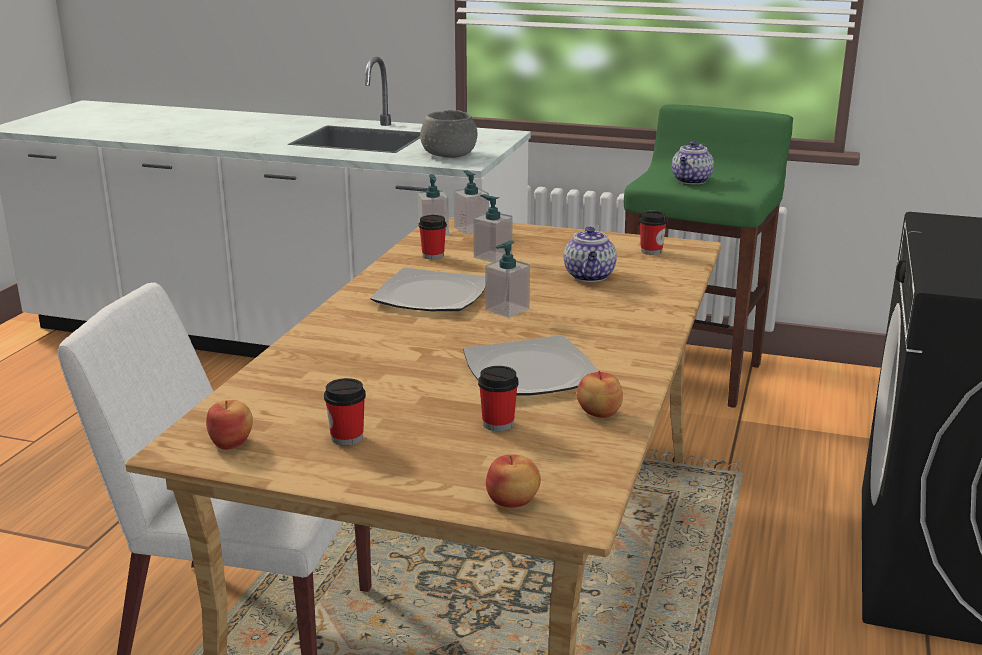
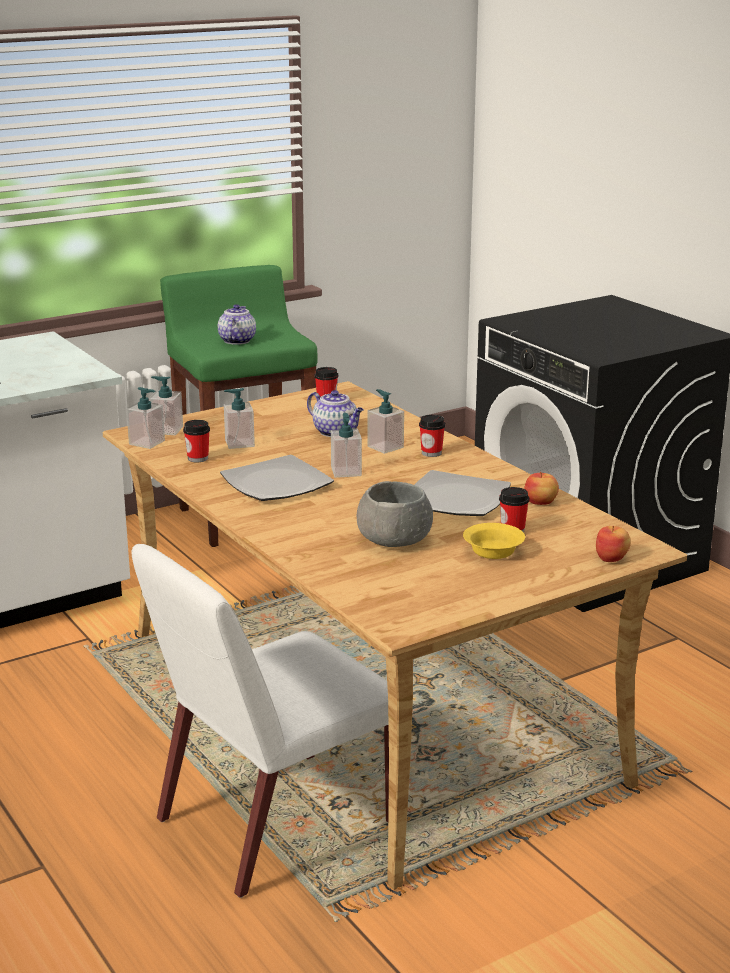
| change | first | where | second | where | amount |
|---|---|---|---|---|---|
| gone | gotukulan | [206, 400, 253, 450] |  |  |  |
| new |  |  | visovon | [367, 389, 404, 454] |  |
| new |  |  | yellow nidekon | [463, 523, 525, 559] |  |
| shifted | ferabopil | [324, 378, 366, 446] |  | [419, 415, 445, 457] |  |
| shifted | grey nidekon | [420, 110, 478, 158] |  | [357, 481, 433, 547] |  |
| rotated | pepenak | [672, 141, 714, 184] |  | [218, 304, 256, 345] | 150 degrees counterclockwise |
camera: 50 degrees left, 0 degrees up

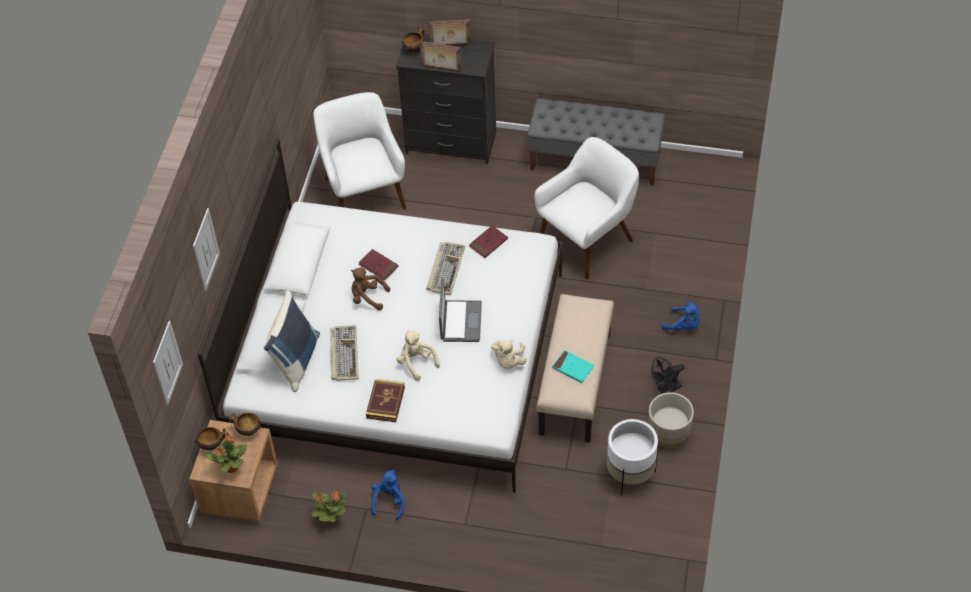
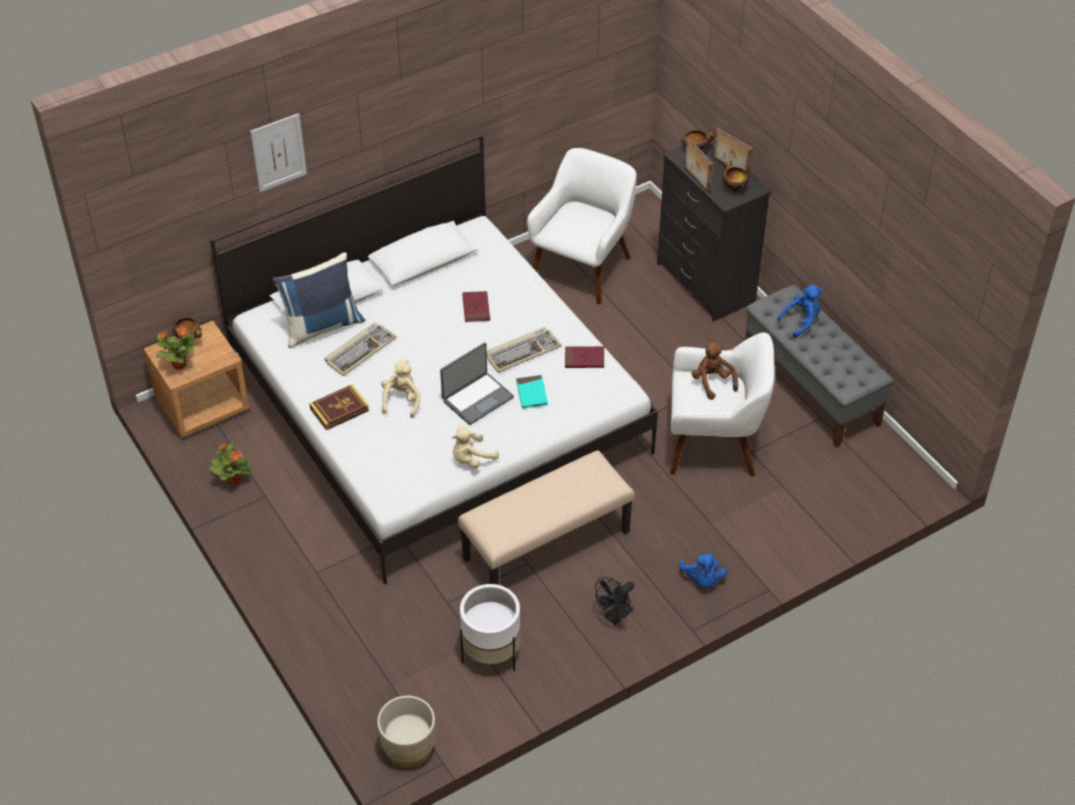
| change | first | where | second | where | amount |
|---|---|---|---|---|---|
| gone | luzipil | [153, 321, 183, 405] |  |  |  |
| shifted | nidekon | [229, 413, 262, 436] |  | [722, 161, 749, 192] |  |
| shifted | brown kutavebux | [351, 267, 390, 310] |  | [691, 342, 738, 400] |  |
| shifted | blue kutavebux | [371, 470, 405, 520] |  | [777, 285, 823, 338] |  |
| shifted | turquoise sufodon | [552, 350, 594, 383] |  | [516, 375, 548, 409] |  |
| shifted | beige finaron | [648, 392, 694, 448] |  | [377, 696, 435, 768] |  |
| rotated | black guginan | [651, 357, 685, 394] |  | [595, 577, 635, 624] | 60 degrees counterclockwise |
camera: 45 degrees right, 5 degrees down

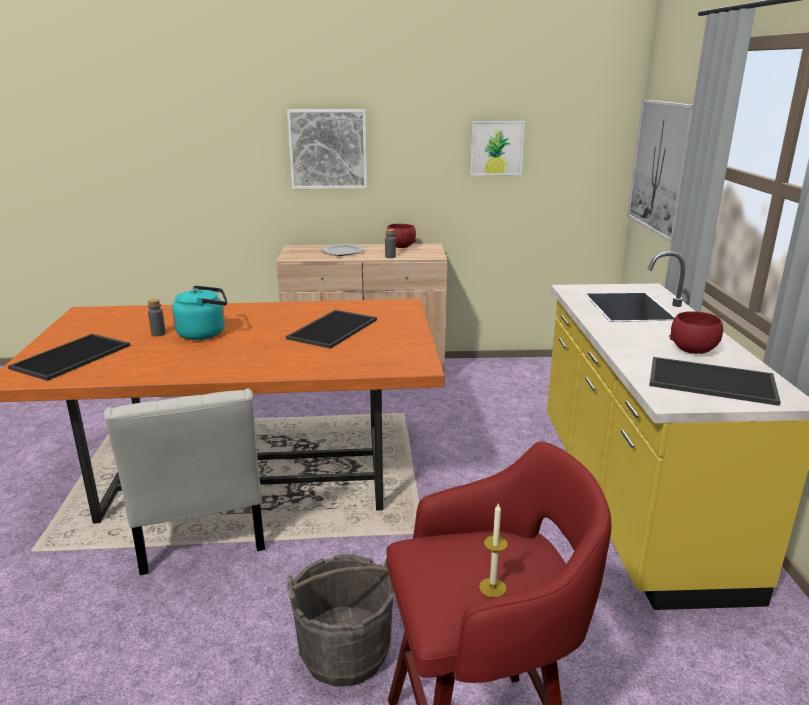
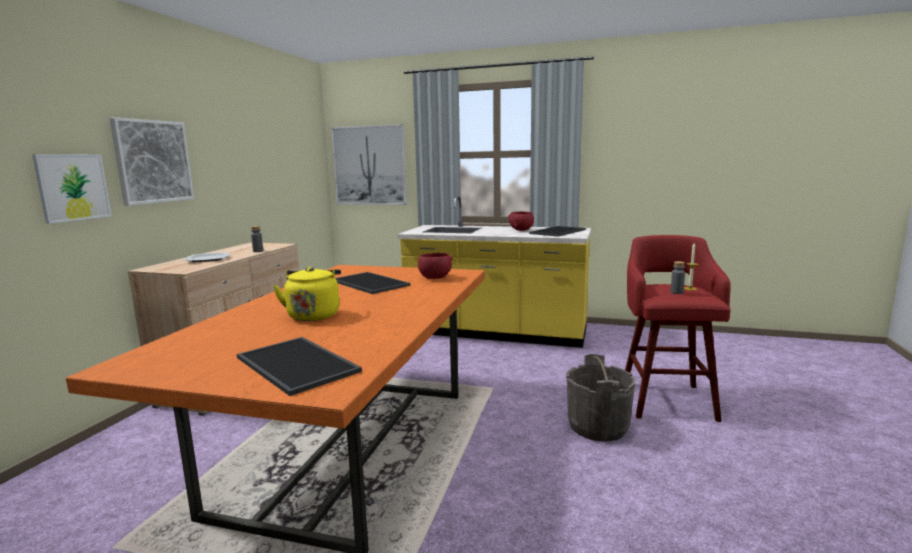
| change | first | where | second | where | amount |
|---|---|---|---|---|---|
| gone | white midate | [104, 388, 265, 575] |  |  |  |
| shifted | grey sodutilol | [148, 299, 166, 336] |  | [671, 261, 685, 294] |  |
| shifted | red nidekon | [386, 224, 416, 248] |  | [418, 253, 453, 279] |  |
| shifted | luzipil | [470, 121, 525, 175] |  | [32, 154, 112, 224] |  |
| repainted | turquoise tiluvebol | [172, 286, 227, 340] | yellow tiluvebol | [273, 267, 341, 321] |  |
camera: 70 degrees left, 10 degrees down

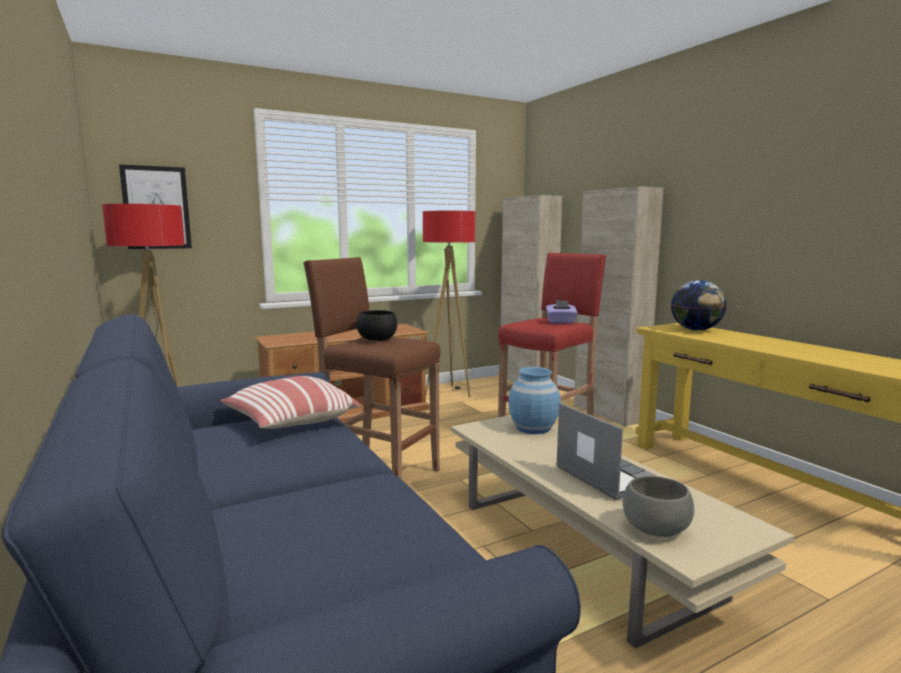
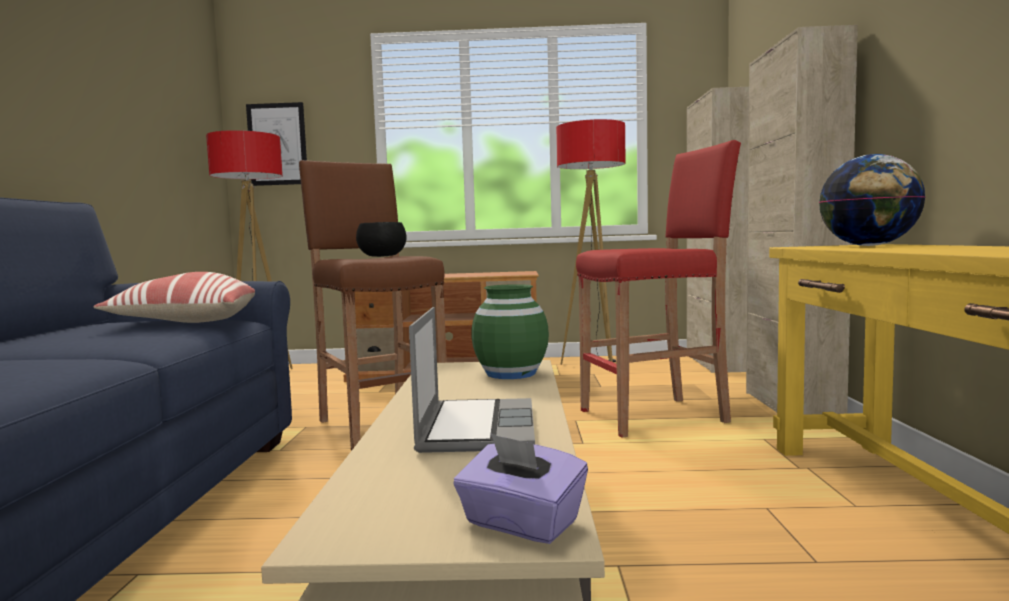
| change | first | where | second | where | amount |
|---|---|---|---|---|---|
| gone | grey nidekon | [623, 476, 694, 537] |  |  |  |
| shifted | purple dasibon | [546, 300, 578, 324] |  | [453, 434, 588, 544] |  |
| repainted | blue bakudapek | [508, 367, 561, 434] | green bakudapek | [471, 284, 549, 379] |  |
camera: 30 degrees right, 5 degrees down

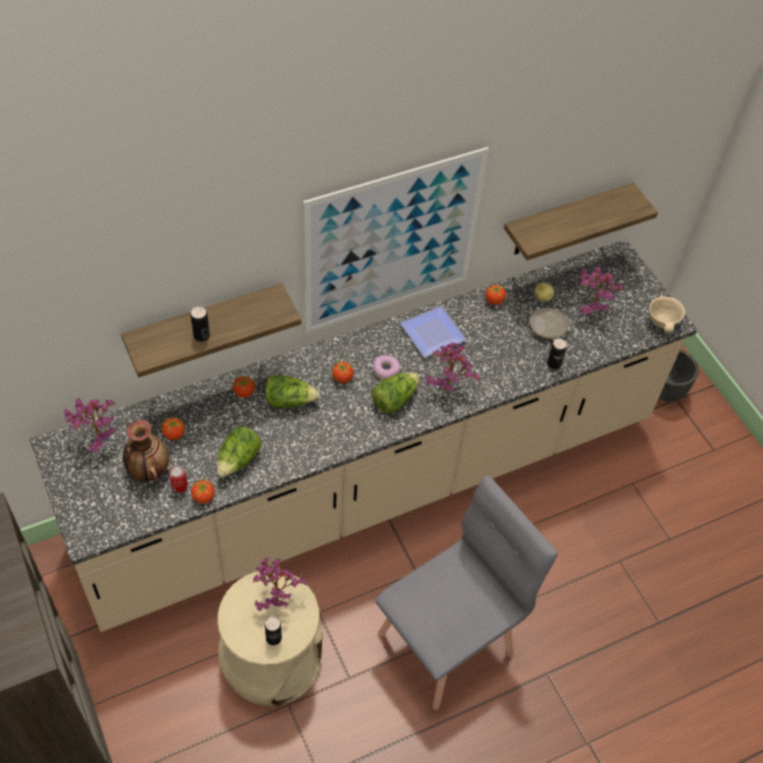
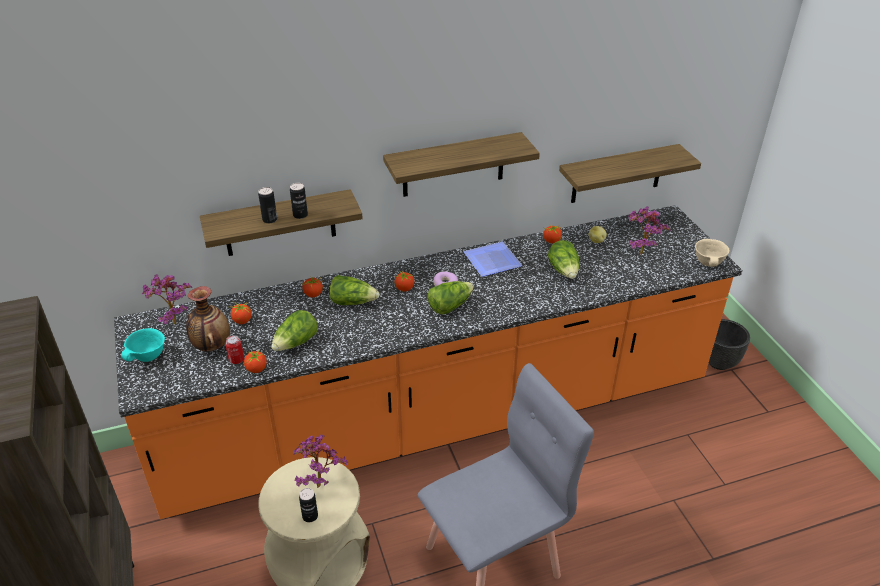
| change | first | where | second | where | amount |
|---|---|---|---|---|---|
| gone | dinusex | [425, 342, 480, 393] |  |  |  |
| gone | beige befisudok | [529, 308, 569, 339] |  |  |  |
| new |  |  | turquoise nidekon | [121, 328, 165, 362] |  |
| new |  |  | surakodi | [548, 240, 580, 279] |  |
| shifted | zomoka | [547, 338, 567, 369] |  | [290, 183, 308, 219] |  |
| swapped | luzipil | [303, 147, 489, 333] | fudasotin | [383, 132, 540, 197] |  |
| repainted | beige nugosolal | [30, 239, 697, 632] | orange nugosolal | [114, 205, 742, 519] |  |
camera: 10 degrees right, 15 degrees down

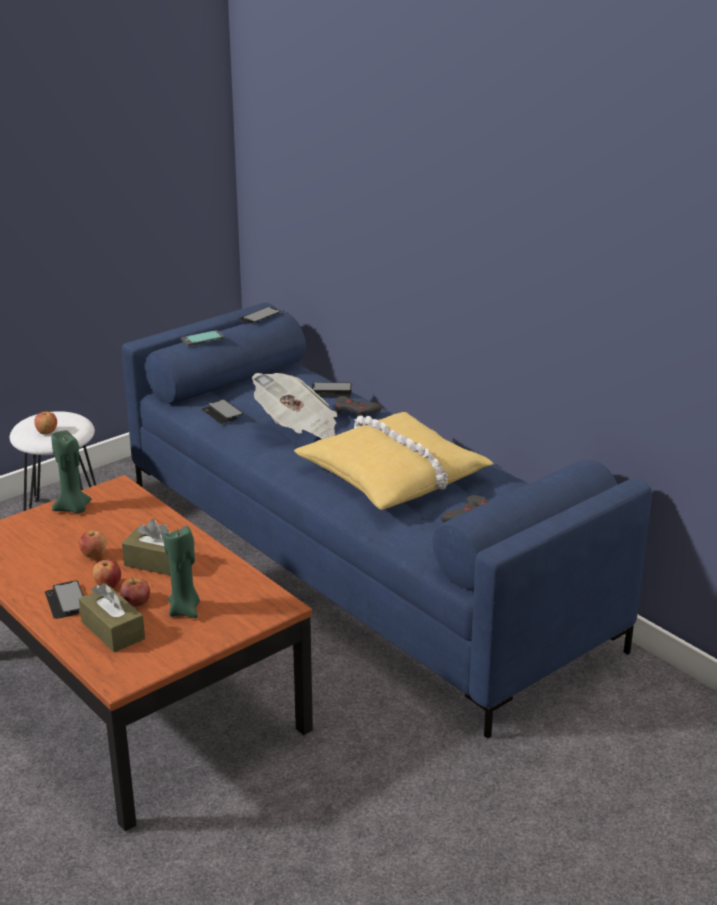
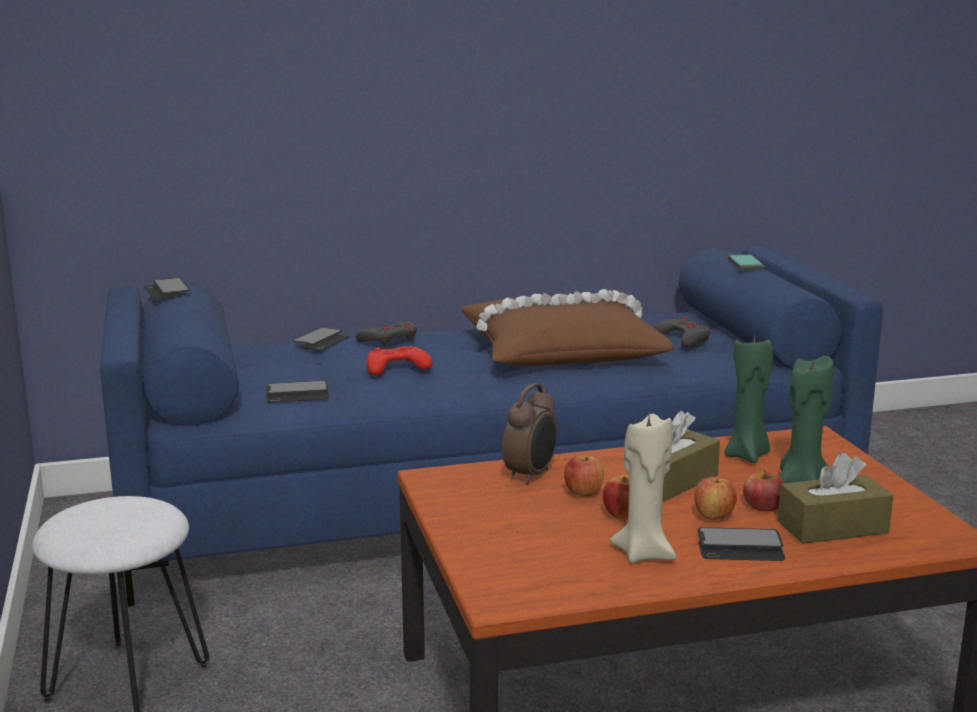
| change | first | where | second | where | amount |
|---|---|---|---|---|---|
| new |  |  | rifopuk | [502, 383, 557, 485] |  |
| new |  |  | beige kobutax | [610, 414, 677, 563] |  |
| shifted | gotukulan | [34, 411, 57, 435] |  | [564, 455, 604, 496] |  |
| shifted | green kobutax | [51, 430, 92, 513] |  | [724, 335, 773, 463] |  |
| shifted | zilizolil | [181, 330, 225, 346] |  | [728, 254, 765, 270] |  |
| swapped | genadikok | [252, 373, 337, 439] | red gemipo | [366, 346, 432, 375] |  |
| repainted | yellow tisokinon | [294, 412, 494, 510] | brown tisokinon | [461, 289, 674, 366] |  |
camera: 65 degrees left, 10 degrees down

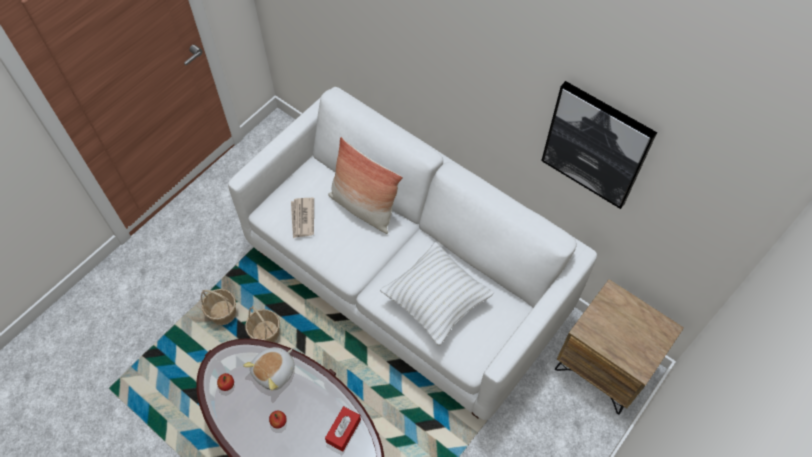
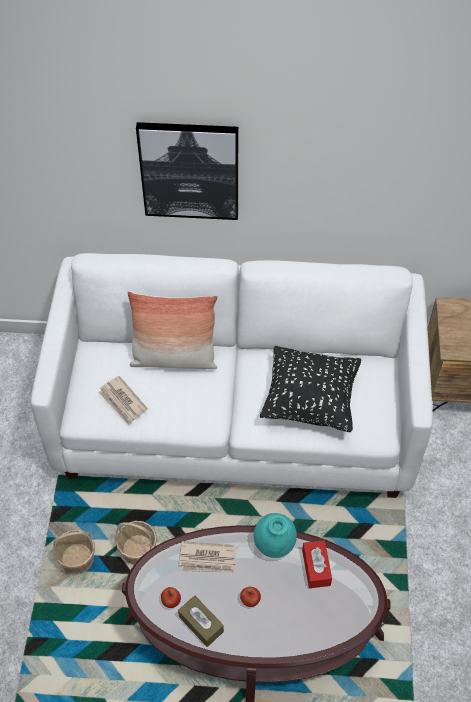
| change | first | where | second | where | amount |
|---|---|---|---|---|---|
| new |  |  | brown dasibon | [178, 595, 224, 647] |  |
| new |  |  | turquoise bakudapek | [254, 513, 297, 558] |  |
| shifted | luzipil | [541, 81, 657, 209] |  | [136, 122, 238, 220] |  |
| swapped | kutavebux | [243, 347, 295, 390] | genadikok | [179, 541, 236, 572] |  |
| repainted | white tisokinon | [380, 242, 494, 346] | black tisokinon | [260, 346, 361, 432] |  |
camera: 35 degrees left, 5 degrees down

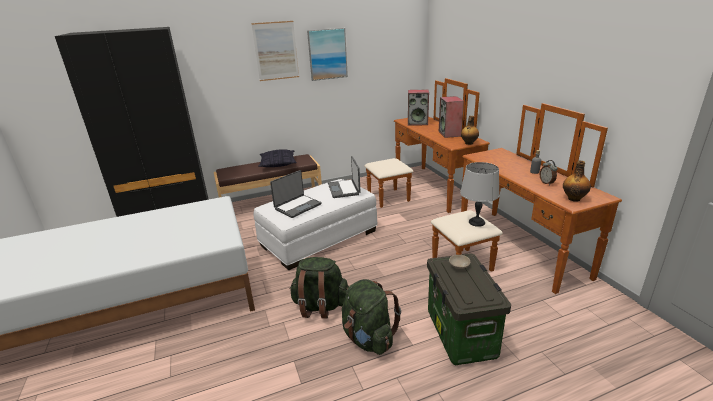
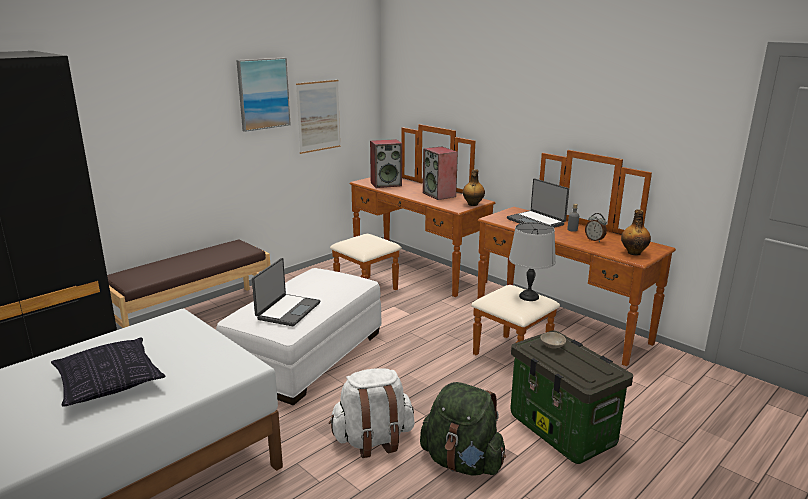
| change | first | where | second | where | amount |
|---|---|---|---|---|---|
| shifted | luzipil | [251, 21, 299, 81] |  | [296, 80, 341, 154] |  |
| shifted | tisokinon | [259, 149, 297, 167] |  | [51, 337, 165, 407] |  |
| shifted | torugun | [328, 156, 360, 198] |  | [507, 179, 569, 228] |  |
| repainted | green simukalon | [289, 257, 349, 319] | white simukalon | [329, 368, 415, 458] |  |
camera: 25 degrees left, 5 degrees down

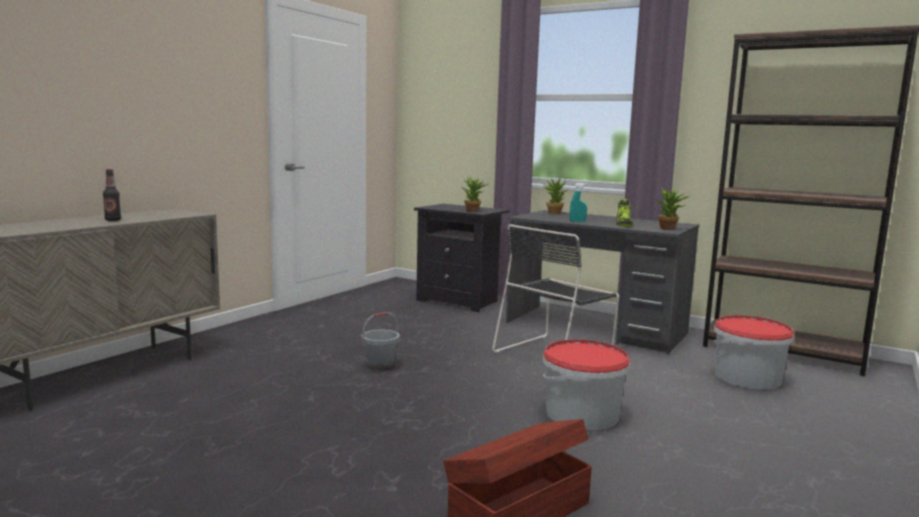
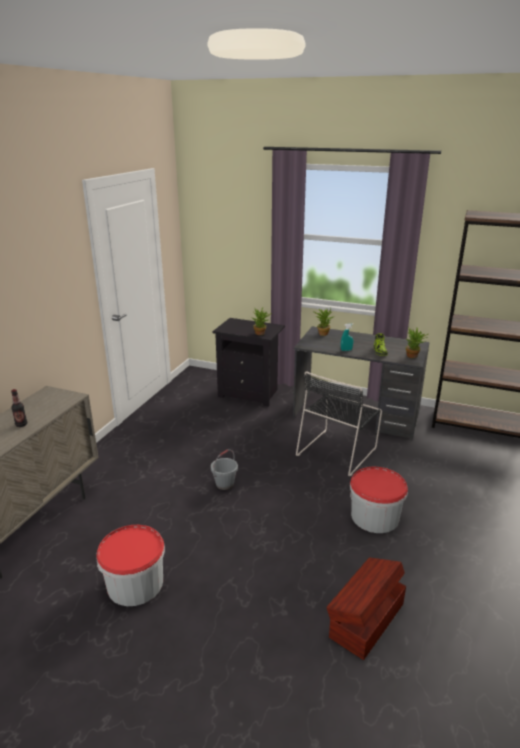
| change | first | where | second | where | amount |
|---|---|---|---|---|---|
| shifted | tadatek | [714, 315, 794, 390] |  | [96, 525, 165, 606] |  |
camera: 10 degrees left, 15 degrees up

